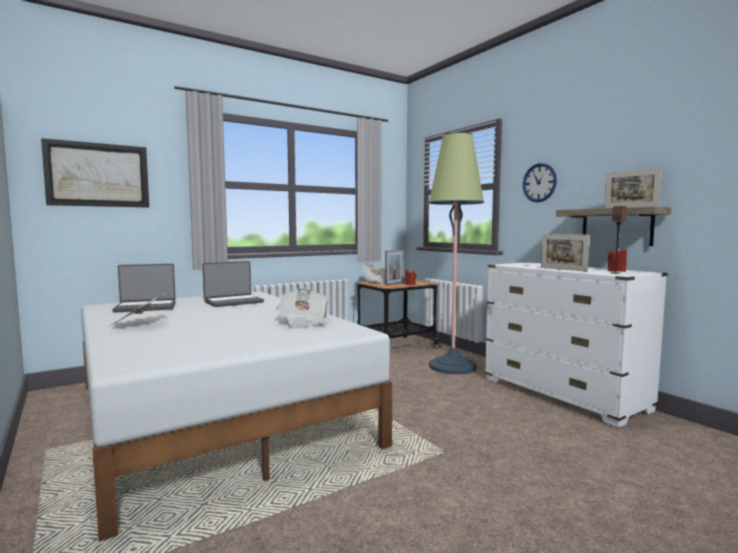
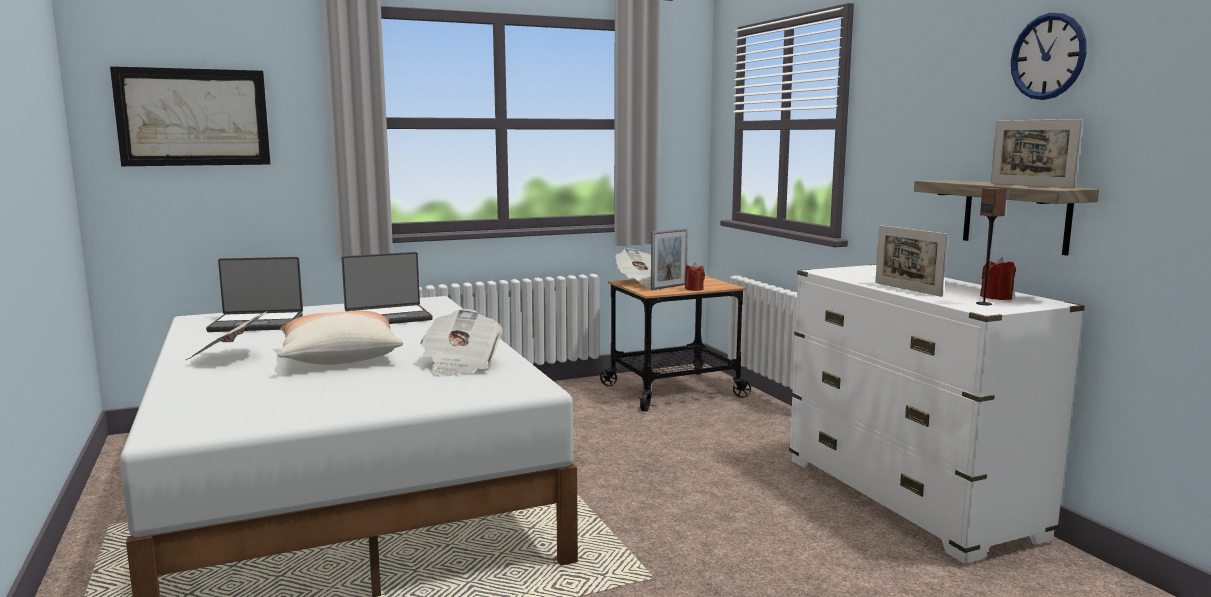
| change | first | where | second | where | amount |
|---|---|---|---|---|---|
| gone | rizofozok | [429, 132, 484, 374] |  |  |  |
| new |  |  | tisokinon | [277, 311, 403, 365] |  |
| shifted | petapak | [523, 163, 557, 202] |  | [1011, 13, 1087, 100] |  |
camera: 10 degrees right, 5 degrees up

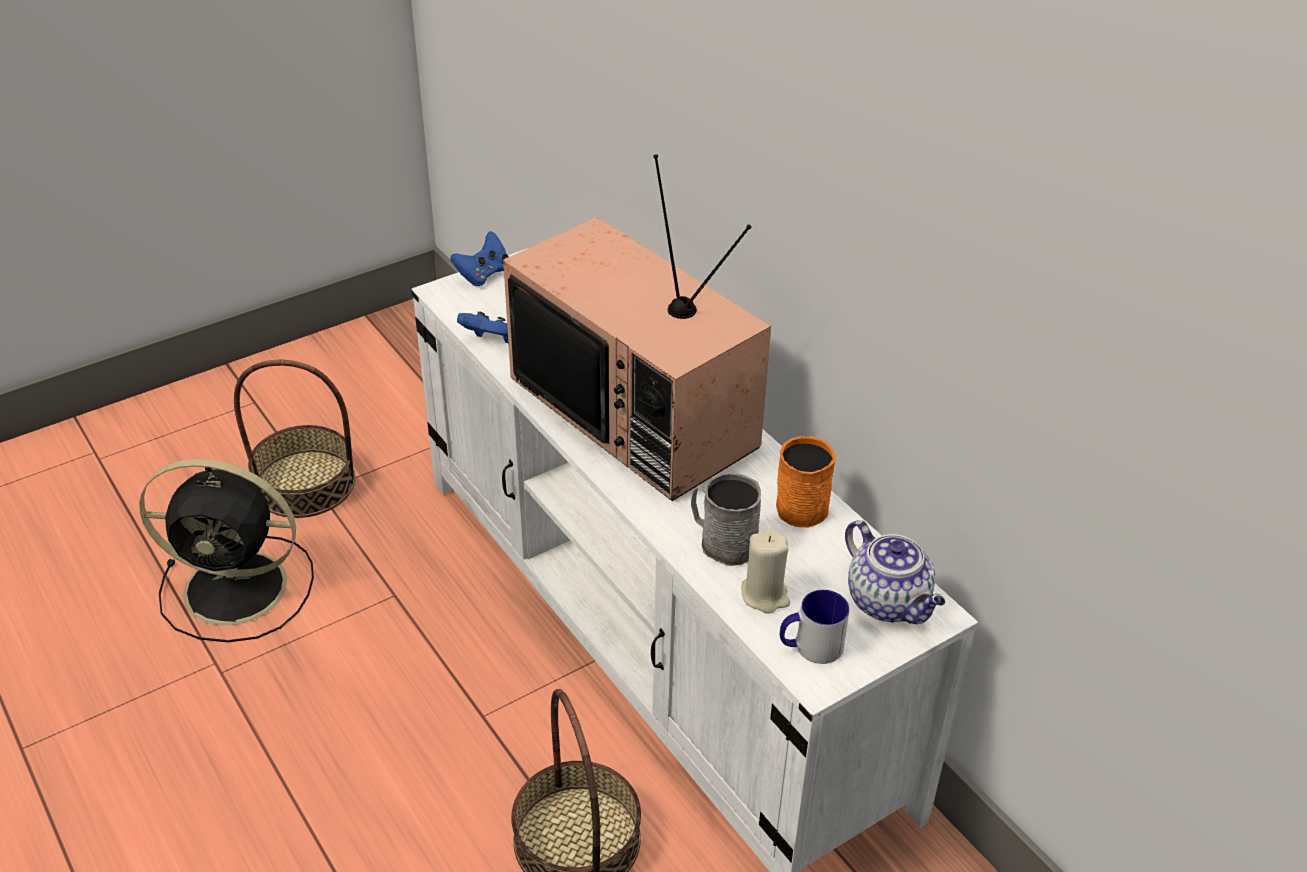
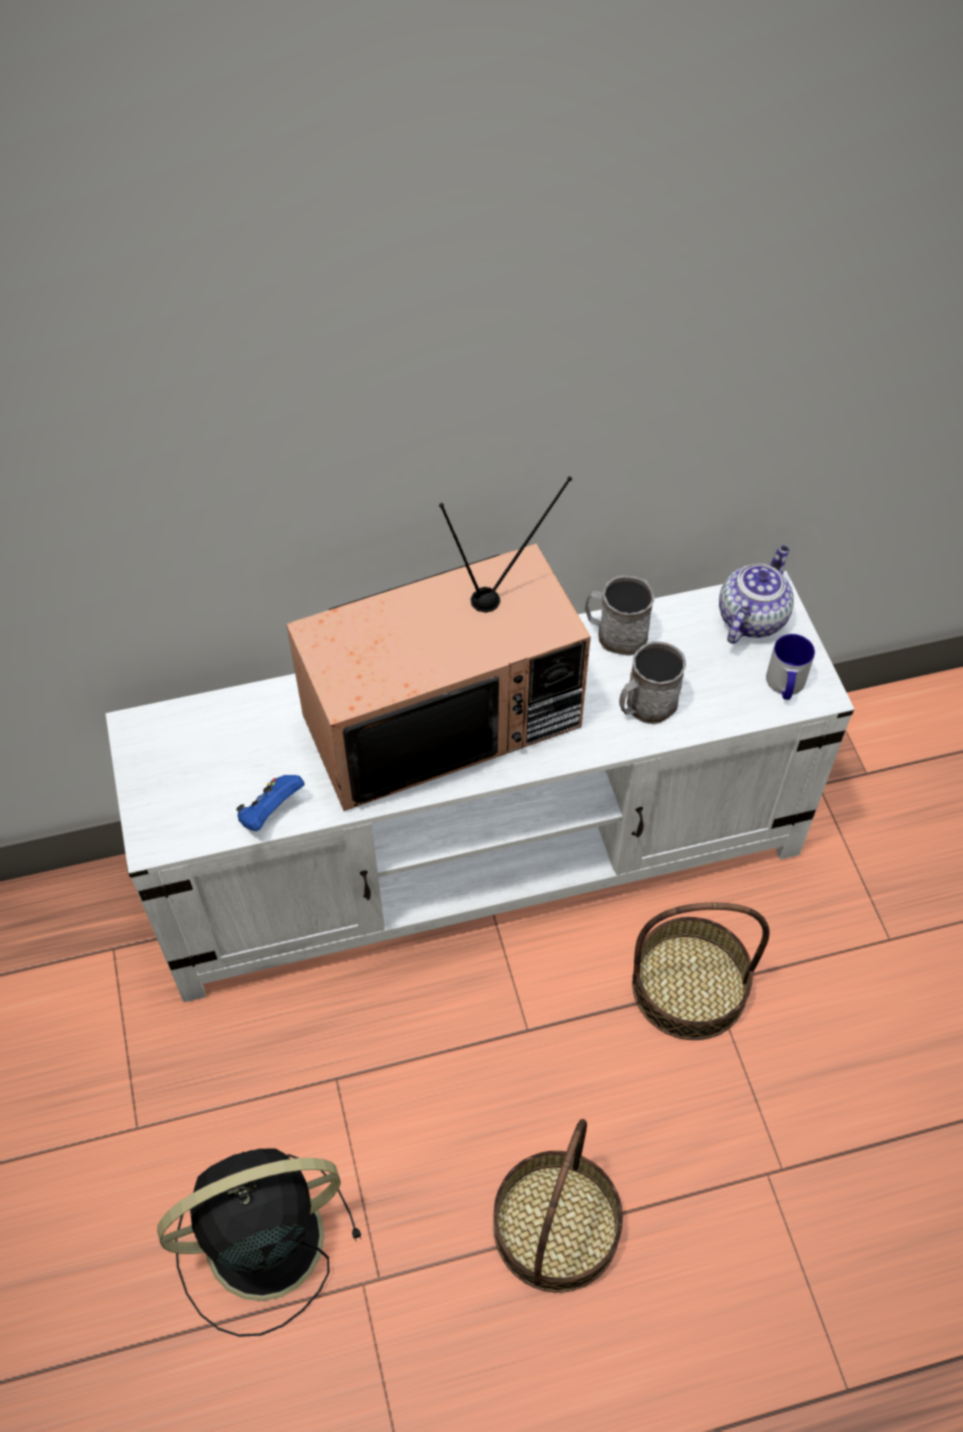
| change | first | where | second | where | amount |
|---|---|---|---|---|---|
| gone | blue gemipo | [450, 231, 509, 286] |  |  |  |
| gone | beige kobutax | [741, 530, 790, 614] |  |  |  |
| shifted | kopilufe | [234, 360, 356, 518] |  | [493, 1119, 623, 1293] |  |
| repainted | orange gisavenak | [776, 436, 835, 527] | grey gisavenak | [585, 575, 654, 656] |  |
| rotated | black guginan | [139, 459, 314, 642] |  | [157, 1148, 361, 1337] | 135 degrees counterclockwise |
| rotated | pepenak | [845, 520, 945, 624] |  | [719, 545, 794, 644] | 45 degrees counterclockwise |
camera: 70 degrees left, 15 degrees up

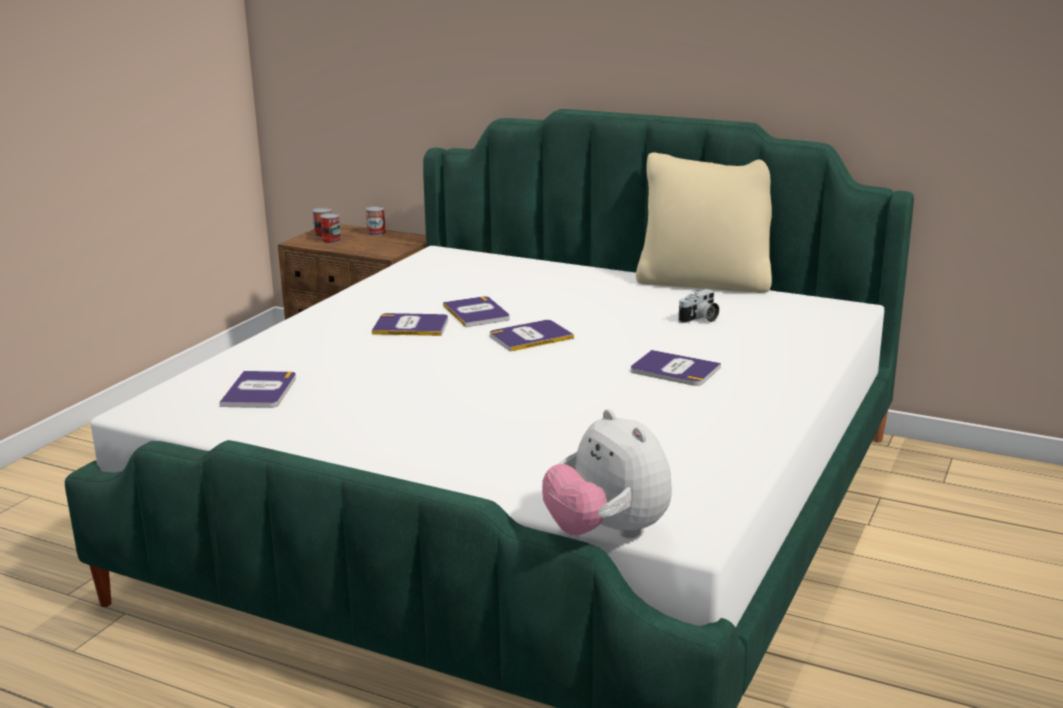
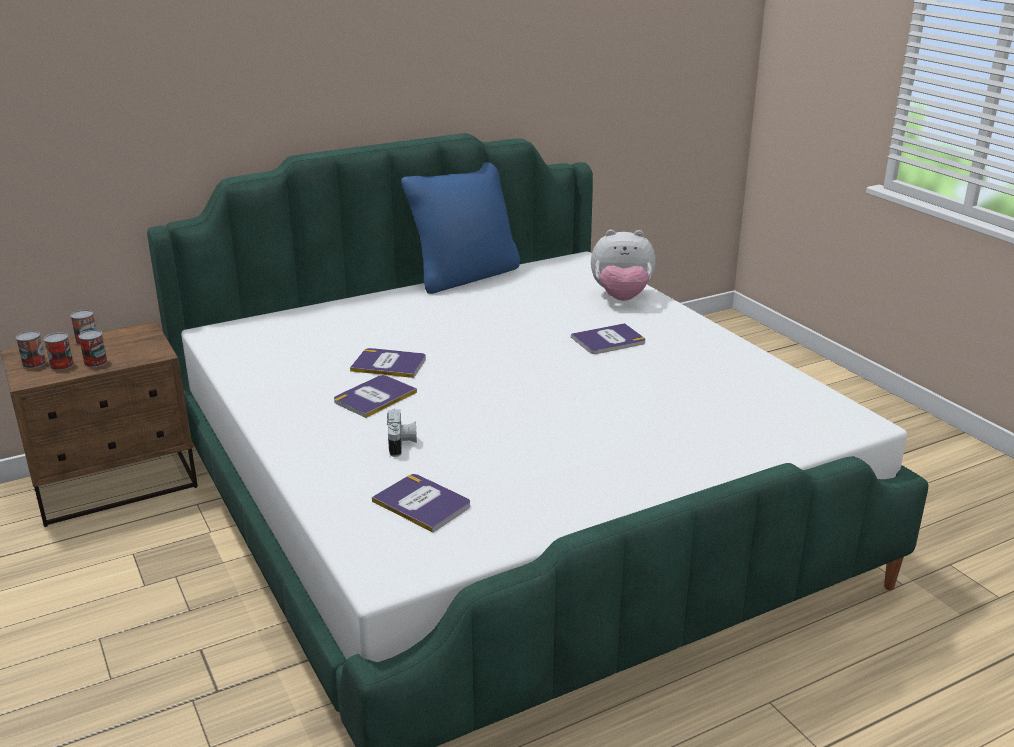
| change | first | where | second | where | amount |
|---|---|---|---|---|---|
| gone | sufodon | [490, 320, 574, 352] |  |  |  |
| new |  |  | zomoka | [78, 330, 108, 367] |  |
| shifted | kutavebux | [542, 409, 672, 538] |  | [591, 230, 656, 301] |  |
| shifted | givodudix | [679, 289, 719, 323] |  | [387, 409, 417, 457] |  |
| repainted | beige tisokinon | [636, 152, 772, 293] | blue tisokinon | [401, 162, 520, 294] |  |
camera: 55 degrees left, 5 degrees up

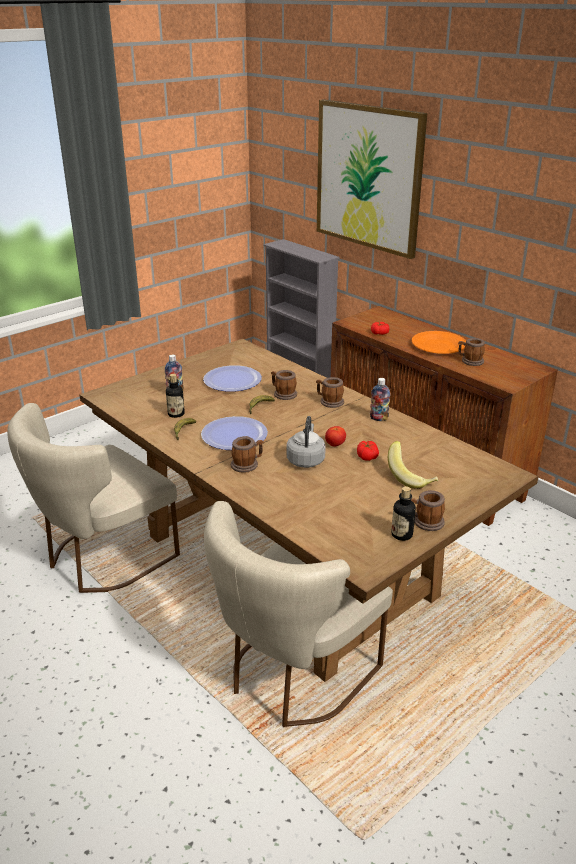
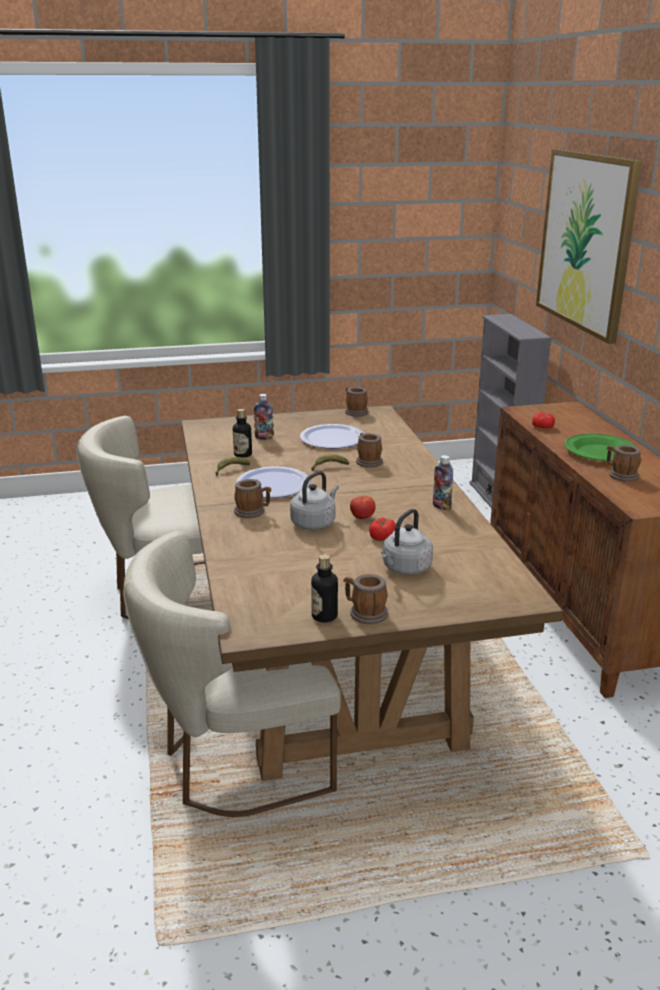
| change | first | where | second | where | amount |
|---|---|---|---|---|---|
| shifted | gisavenak | [316, 377, 344, 408] |  | [345, 387, 369, 416] |  |
| swapped | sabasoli | [388, 441, 438, 489] | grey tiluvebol | [381, 509, 433, 575] |  |
| repainted | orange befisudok | [412, 331, 466, 354] | green befisudok | [565, 434, 636, 461] |  |
camera: 30 degrees right, 5 degrees down

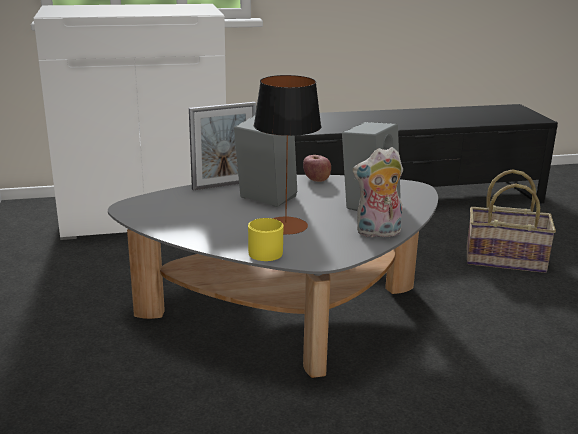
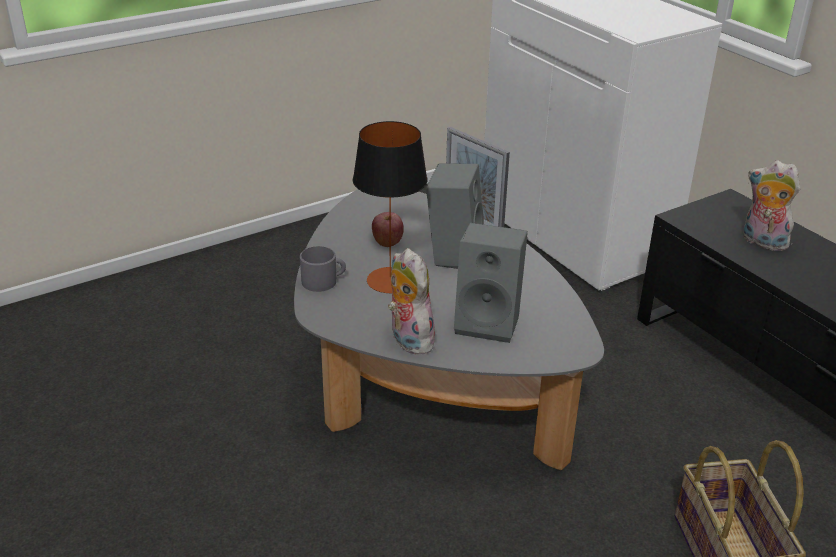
| change | first | where | second | where | amount |
|---|---|---|---|---|---|
| new |  |  | kutavebux | [744, 160, 801, 251] |  |
| shifted | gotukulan | [303, 155, 331, 182] |  | [372, 212, 404, 247] |  |
| repainted | yellow gisavenak | [248, 218, 283, 261] | grey gisavenak | [300, 246, 346, 292] |  |
camera: 70 degrees right, 10 degrees up

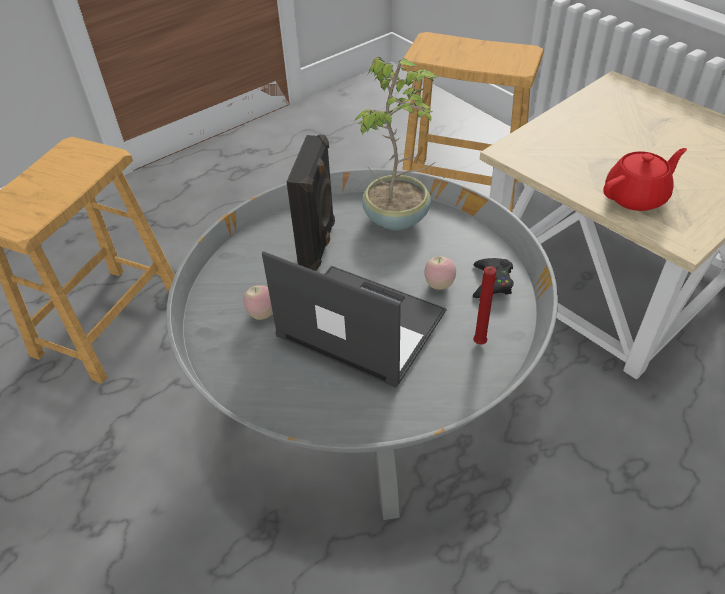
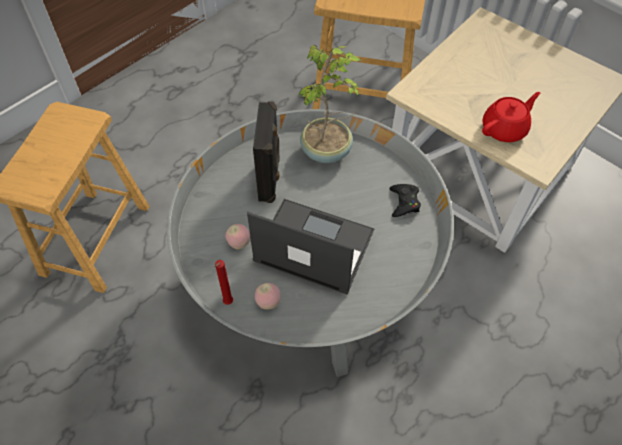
| change | first | where | second | where | amount |
|---|---|---|---|---|---|
| shifted | gotukulan | [424, 256, 456, 290] |  | [255, 283, 281, 310] |  |
| shifted | red kobutax | [473, 266, 497, 345] |  | [215, 260, 233, 305] |  |
camera: 10 degrees left, 10 degrees up

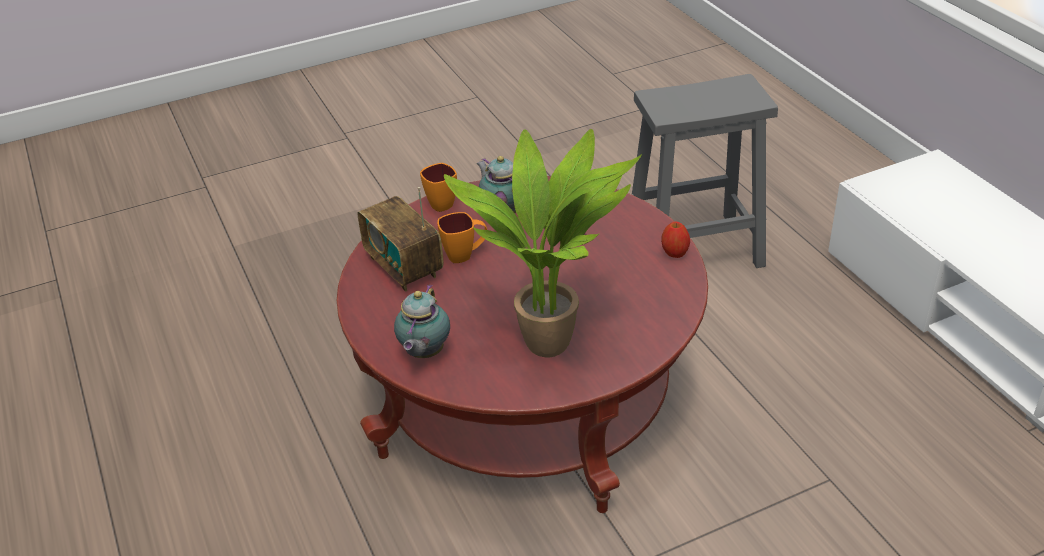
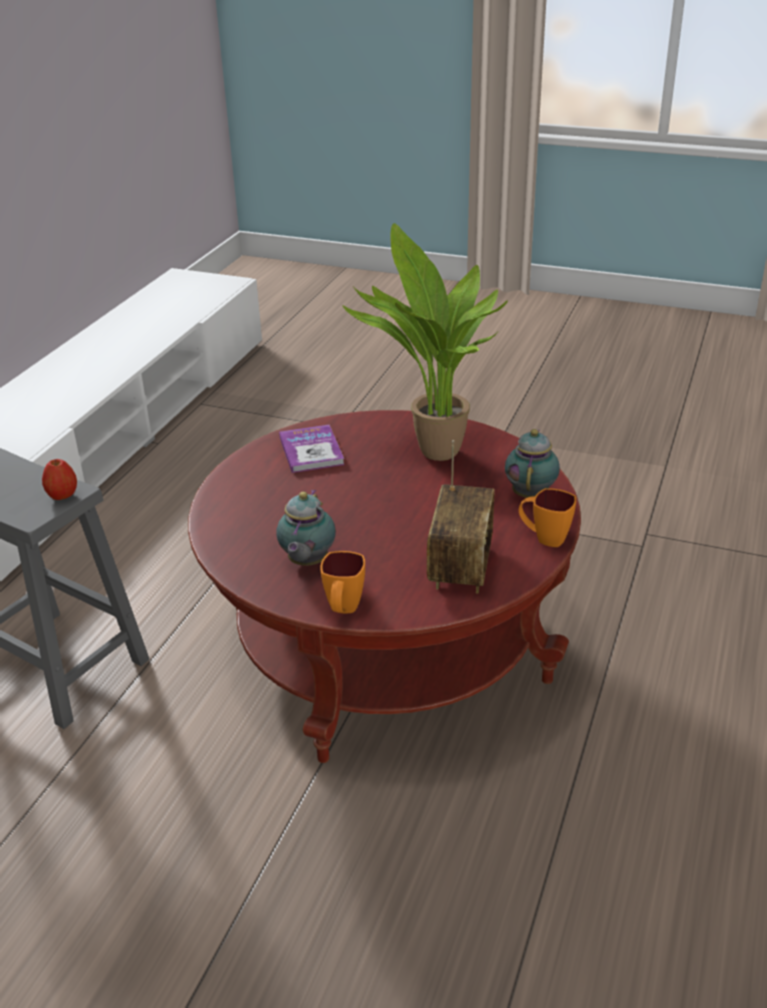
| change | first | where | second | where | amount |
|---|---|---|---|---|---|
| new |  |  | sufodon | [279, 425, 344, 473] |  |
| shifted | orange gisavenak | [437, 212, 487, 263] |  | [519, 488, 576, 547] |  |
| shifted | gotukulan | [661, 222, 690, 258] |  | [42, 459, 77, 500] |  |
| rotated | pepenak | [394, 284, 450, 358] |  | [505, 429, 560, 498] | 45 degrees counterclockwise |
camera: 135 degrees left, 5 degrees down

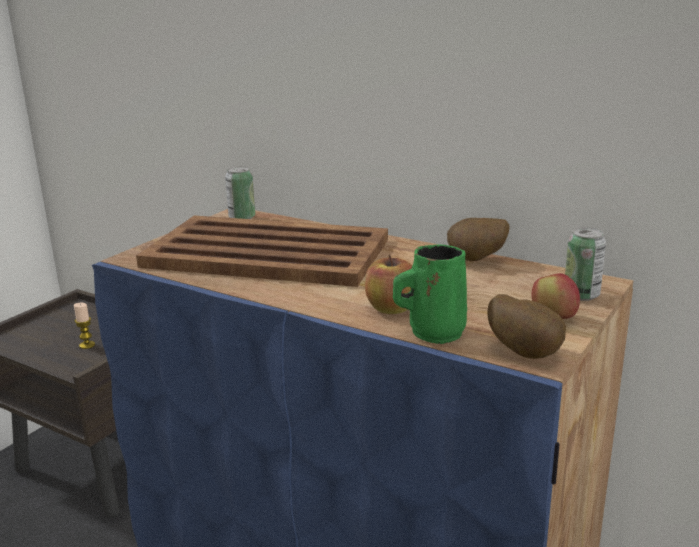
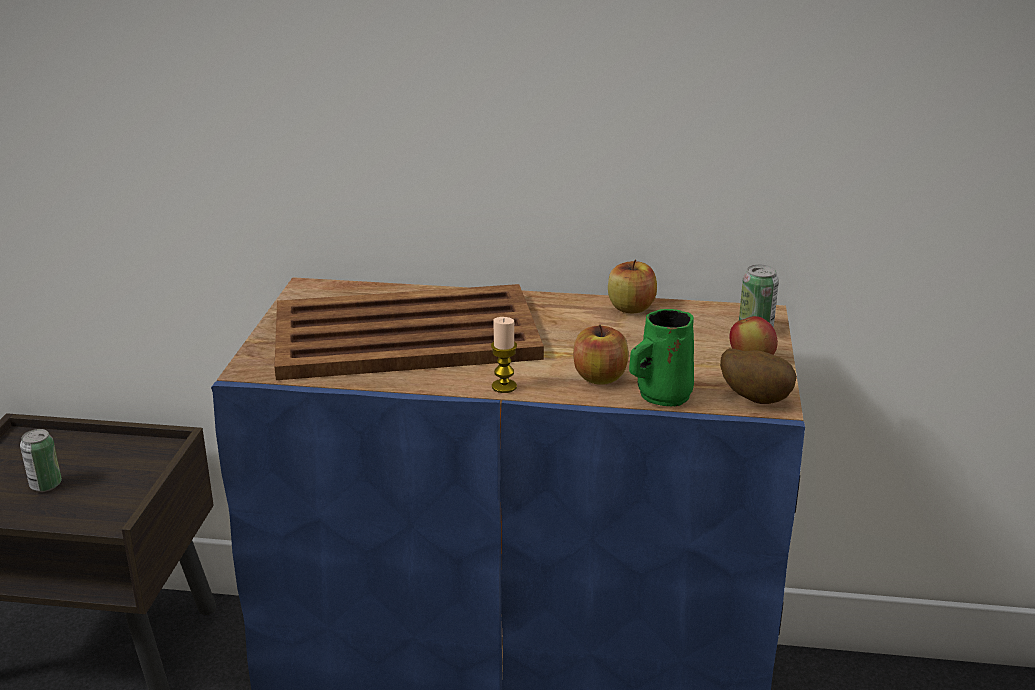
| change | first | where | second | where | amount |
|---|---|---|---|---|---|
| shifted | kobutax | [74, 303, 95, 349] |  | [491, 317, 517, 393] |  |
| shifted | zomoka | [225, 166, 255, 219] |  | [20, 429, 62, 492] |  |
| swapped | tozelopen | [447, 218, 510, 261] | gotukulan | [608, 259, 657, 313] |  |
camera: 25 degrees left, 5 degrees up

